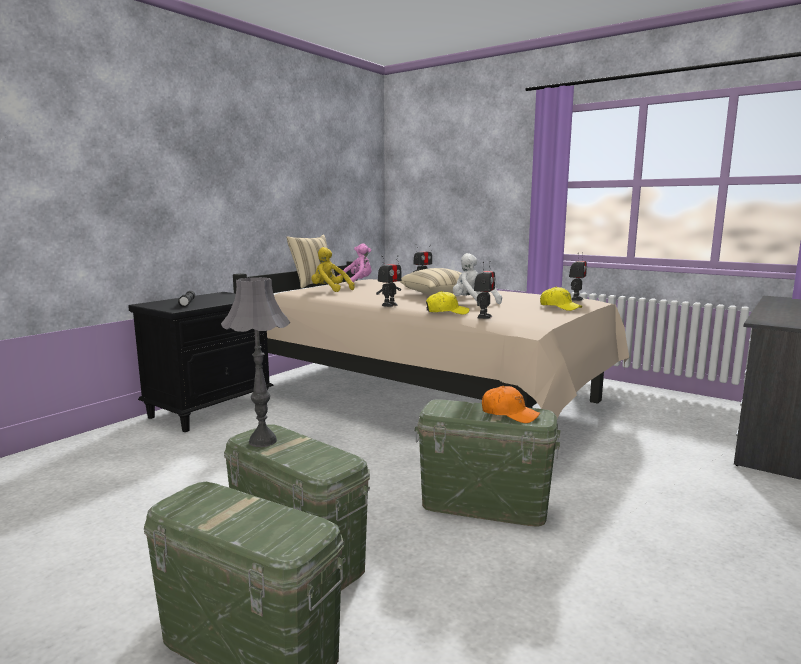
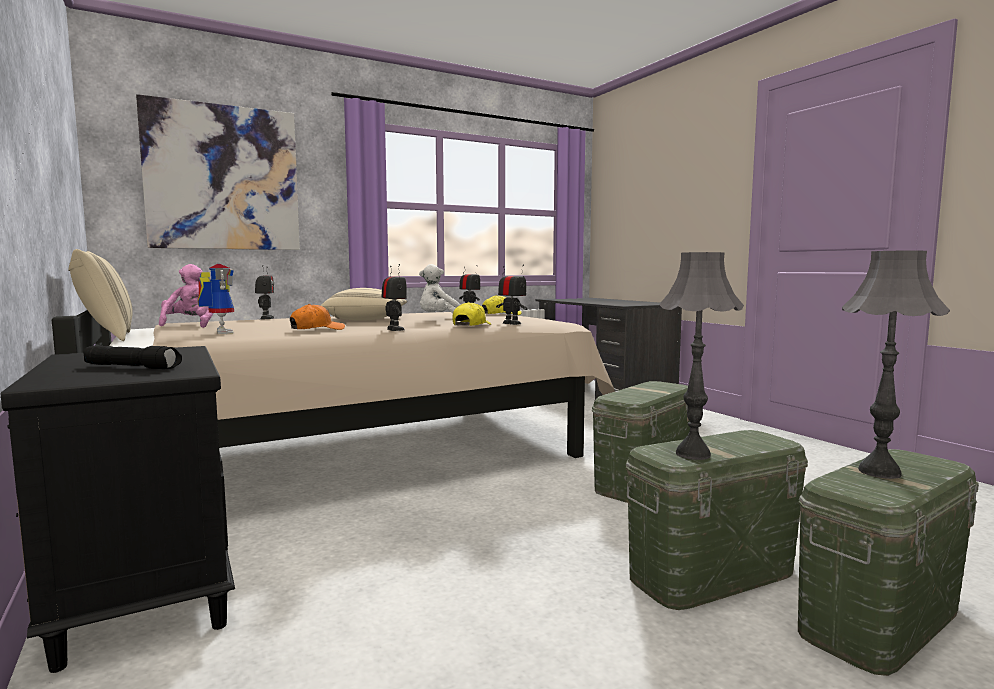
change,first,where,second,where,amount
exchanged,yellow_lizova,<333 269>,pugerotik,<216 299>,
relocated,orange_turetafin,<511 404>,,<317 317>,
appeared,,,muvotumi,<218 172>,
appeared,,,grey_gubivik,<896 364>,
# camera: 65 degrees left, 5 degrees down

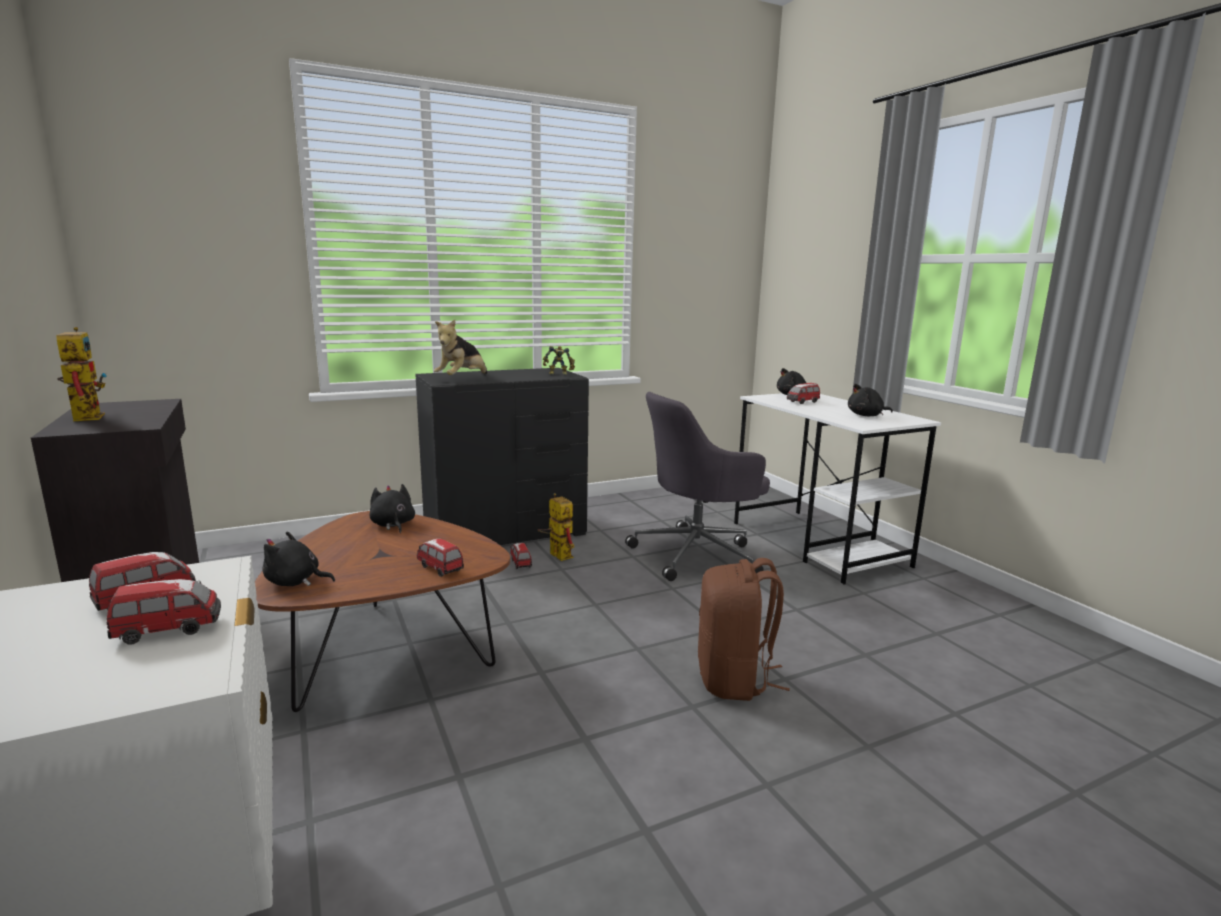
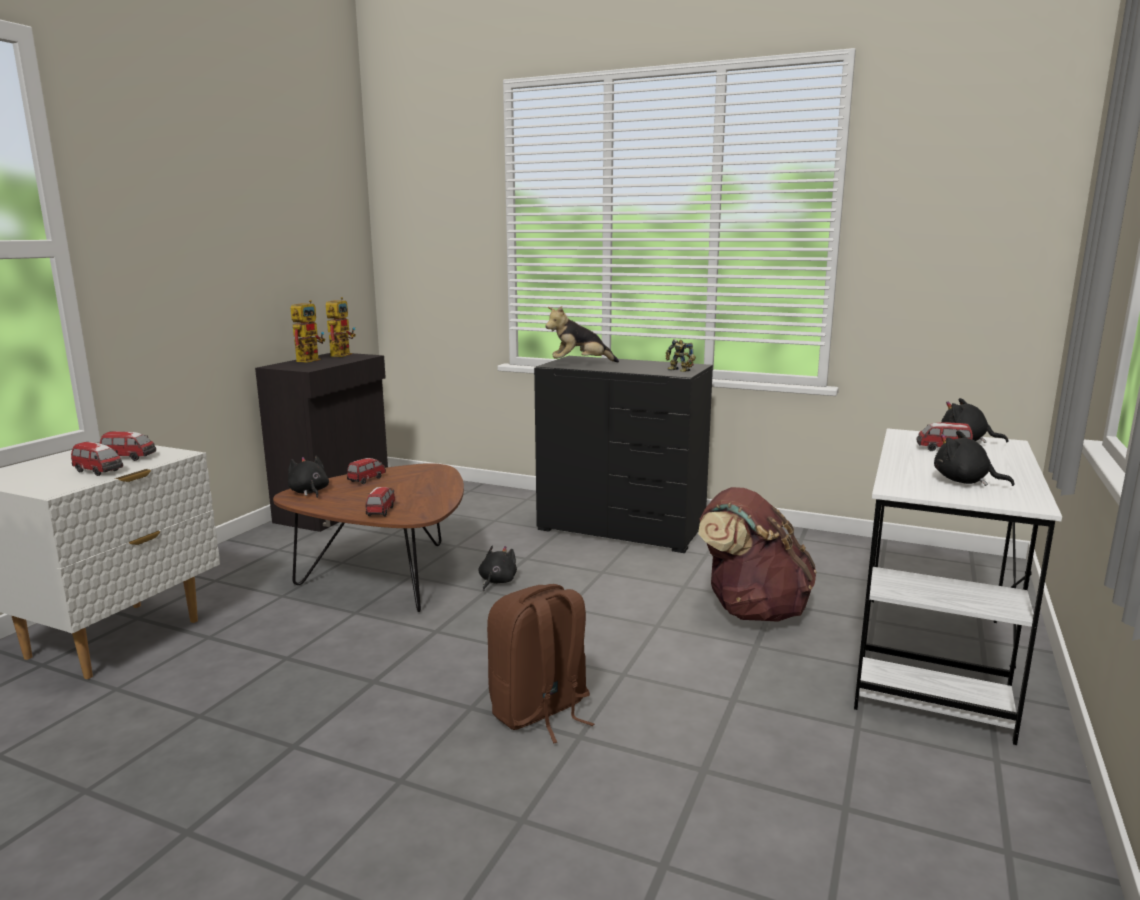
change,first,where,second,where,amount
exchanged,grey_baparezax,<697 486>,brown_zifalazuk,<757 554>,
relocated,black_lizova,<392 508>,,<497 568>,
relocated,pugerotik,<555 527>,,<341 327>,
relocated,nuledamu,<521 556>,,<366 471>,
# camera: 50 degrees right, 0 degrees up

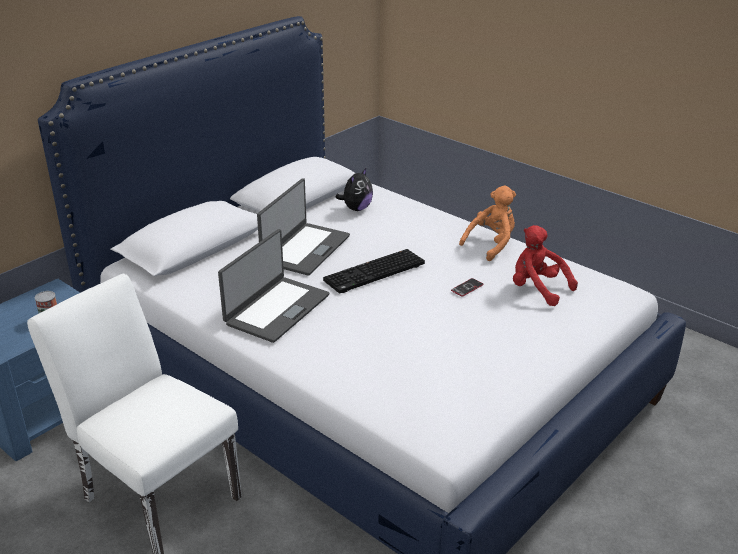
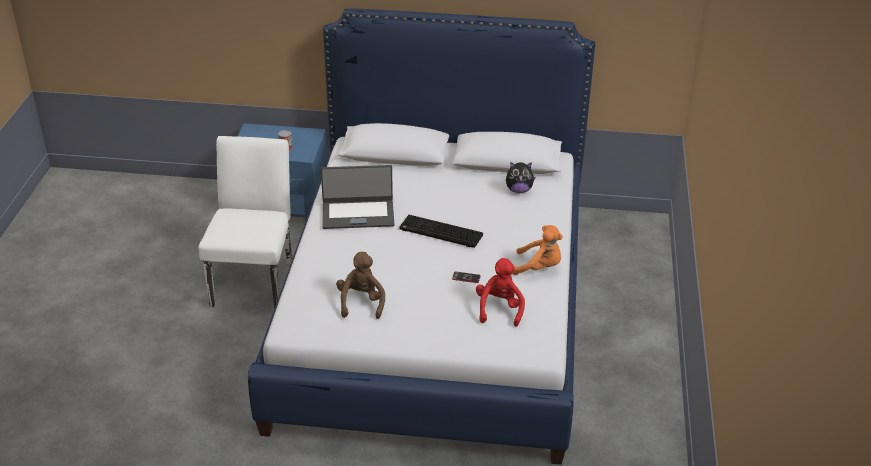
change,first,where,second,where,amount
missing,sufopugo,<303 227>,,,
appeared,,,brown_lizova,<360 285>,
# camera: 55 degrees right, 5 degrees up

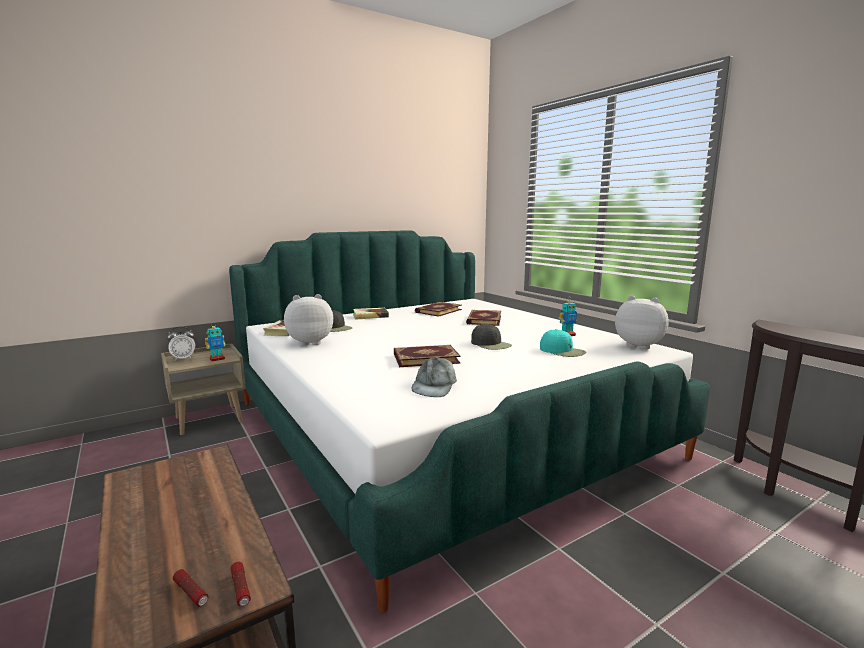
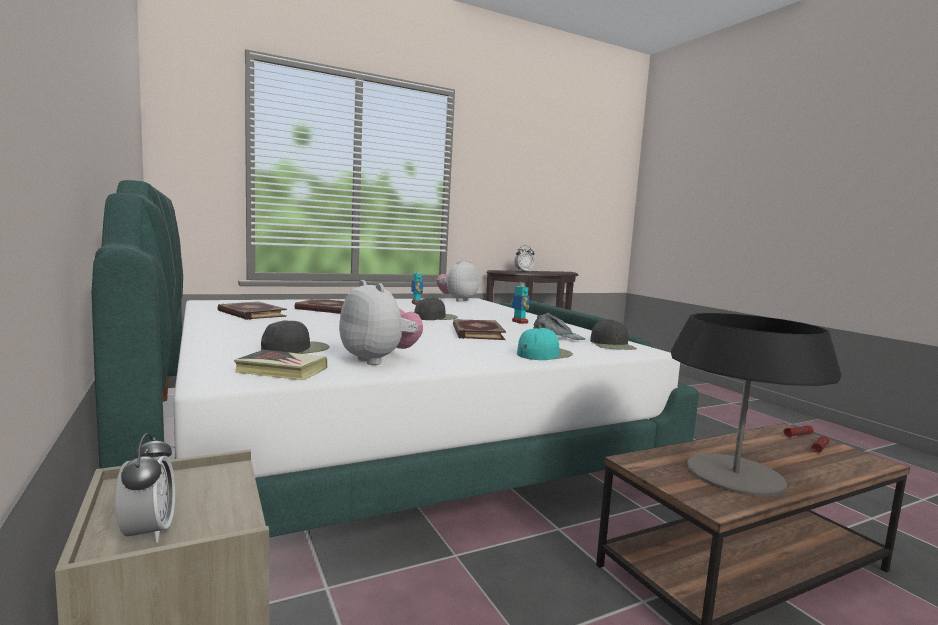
change,first,where,second,where,amount
spun,lizova,<308 320>,,<381 322>,150 degrees clockwise
missing,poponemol,<371 314>,,,
relocated,pugerotik,<215 343>,,<520 302>,
relocated,turquoise_turetafin,<563 343>,,<545 344>,
appeared,,,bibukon,<524 258>,
appeared,,,gubivik,<756 404>,
appeared,,,black_turetafin,<613 334>,
# camera: 85 degrees left, 5 degrees down

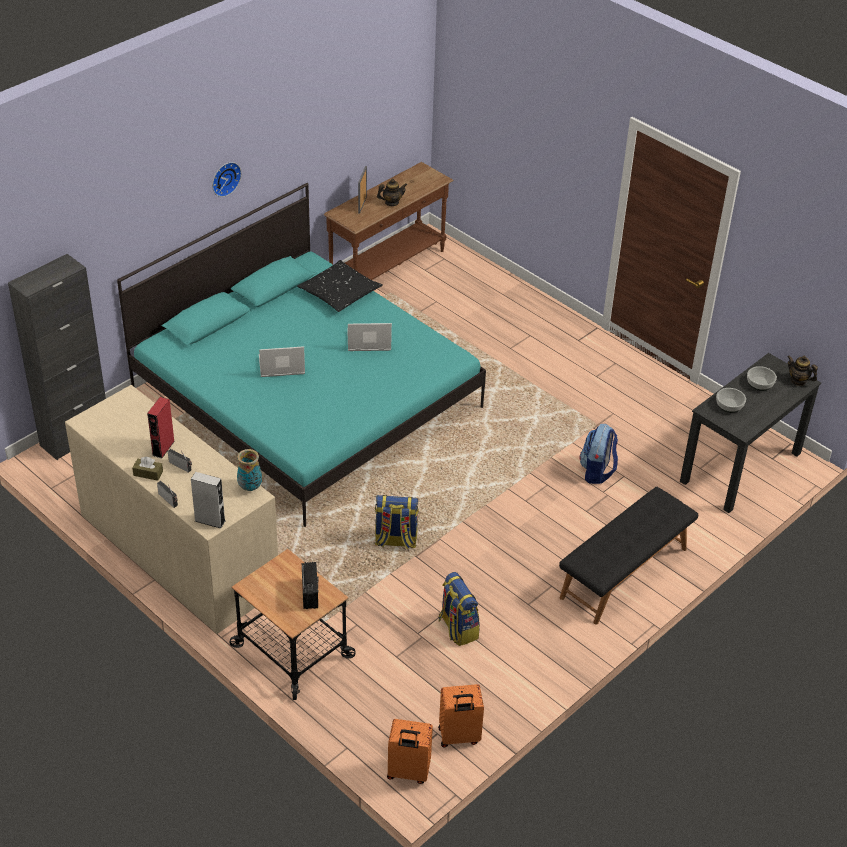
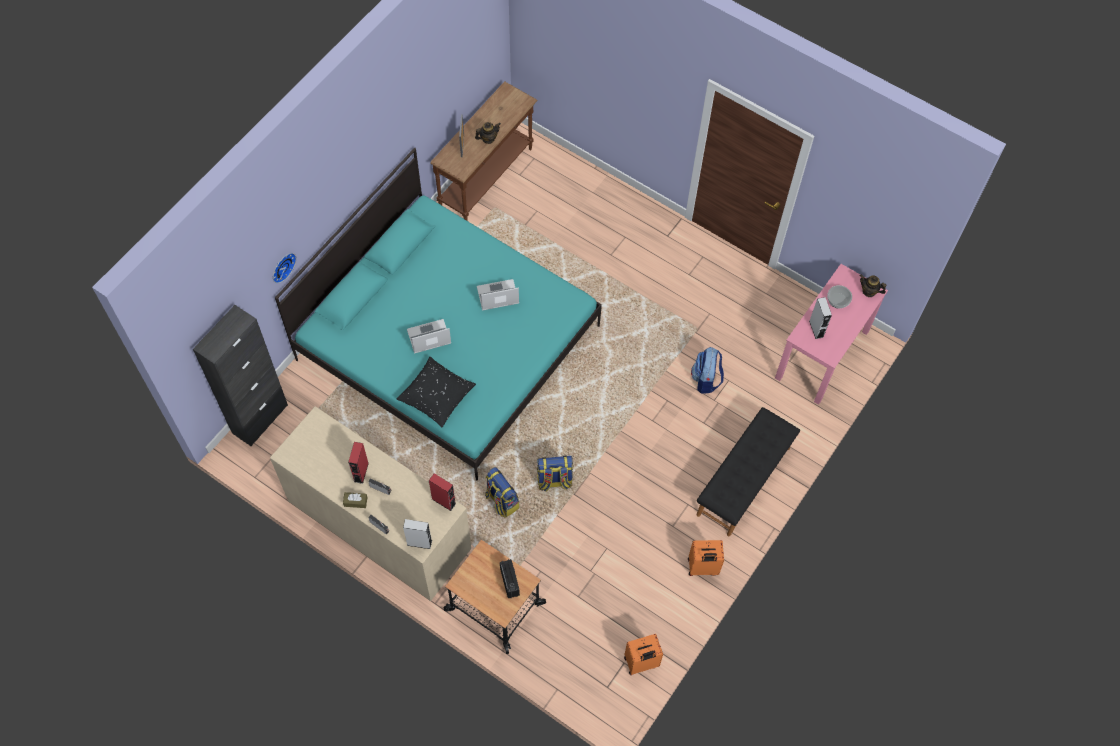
change,first,where,second,where,amount
relocated,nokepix,<227 179>,,<284 268>,
relocated,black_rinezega,<339 286>,,<436 391>,
colour,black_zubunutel,<750 433>,pink_zubunutel,<831 334>,
exchanged,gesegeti,<731 400>,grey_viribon,<820 318>,
exchanged,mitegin,<249 470>,red_viribon,<442 492>,
relocated,zifalazuk,<459 609>,,<502 492>,
relocated,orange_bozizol,<410 751>,,<706 558>,
# camera: 10 degrees left, 20 degrees up

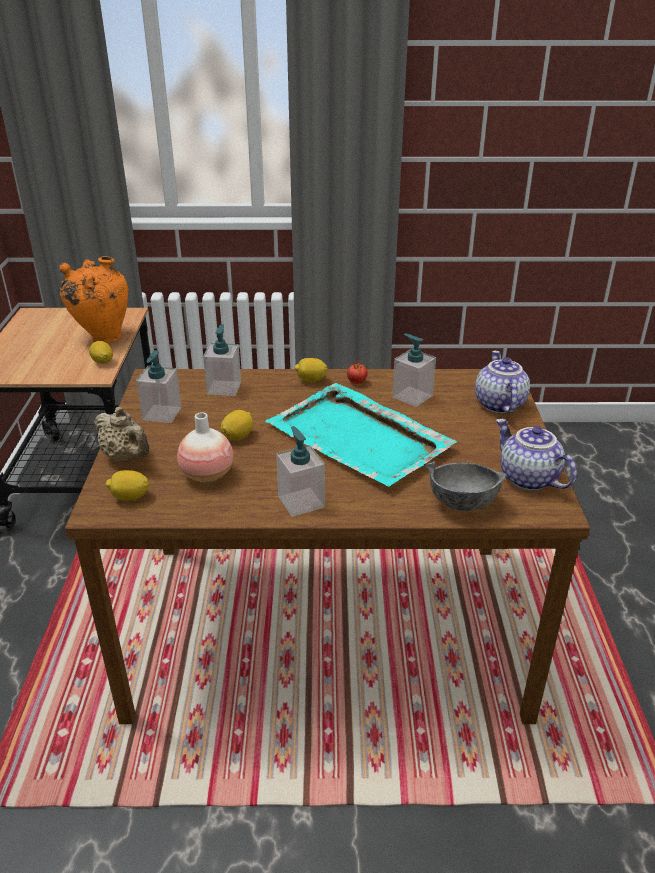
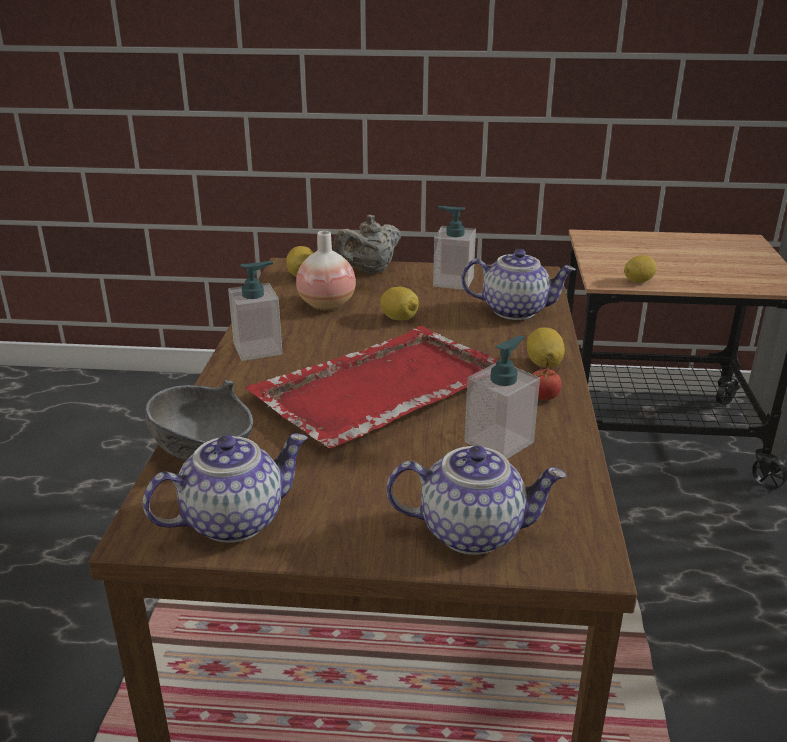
change,first,where,second,where,amount
missing,orange_mitegin,<94 300>,,,
exchanged,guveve,<222 360>,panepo,<518 284>,
colour,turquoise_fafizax,<361 435>,red_fafizax,<372 387>,
# camera: 95 degrees right, 5 degrees down

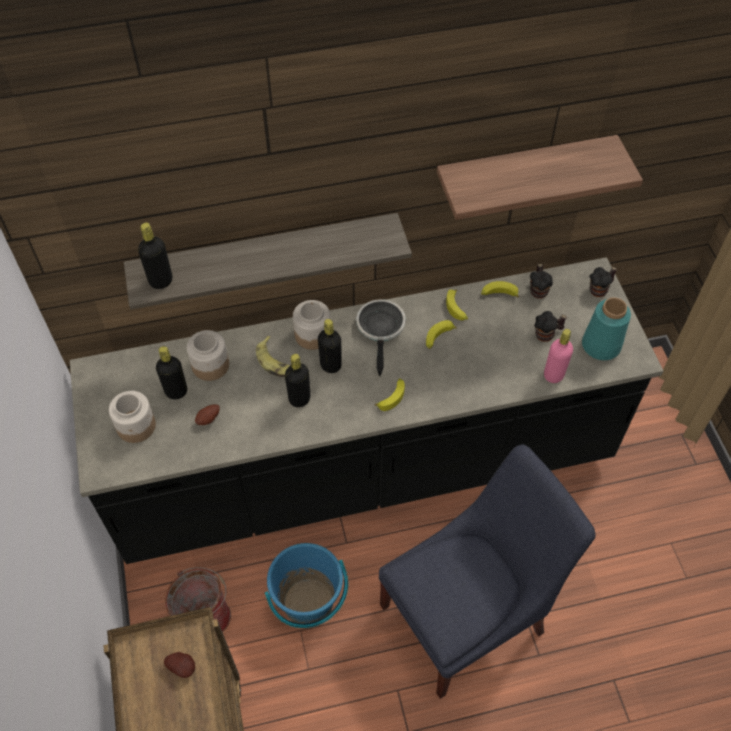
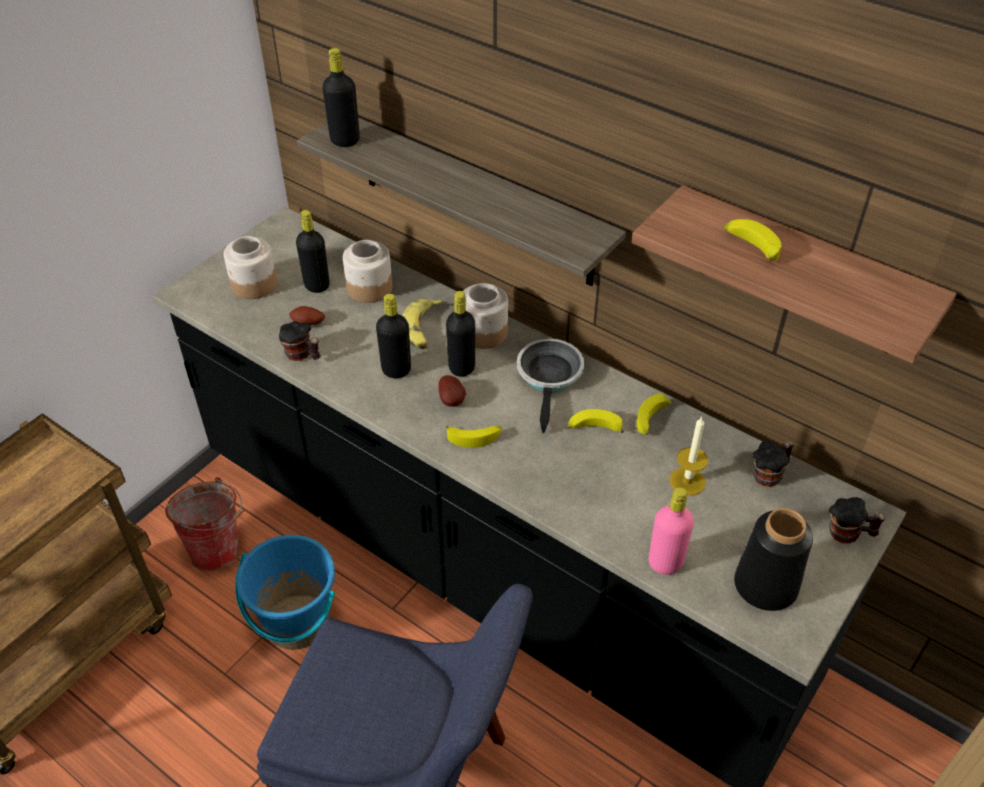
change,first,where,second,where,amount
relocated,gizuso,<500 289>,,<752 240>,
colour,turquoise_mitegin,<606 328>,black_mitegin,<773 559>,
spun,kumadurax,<381 337>,,<550 386>,45 degrees counterclockwise
relocated,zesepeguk,<550 326>,,<300 341>,
relocated,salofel,<179 665>,,<452 391>,
appeared,,,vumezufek,<689 456>,
# camera: 50 degrees right, 10 degrees down

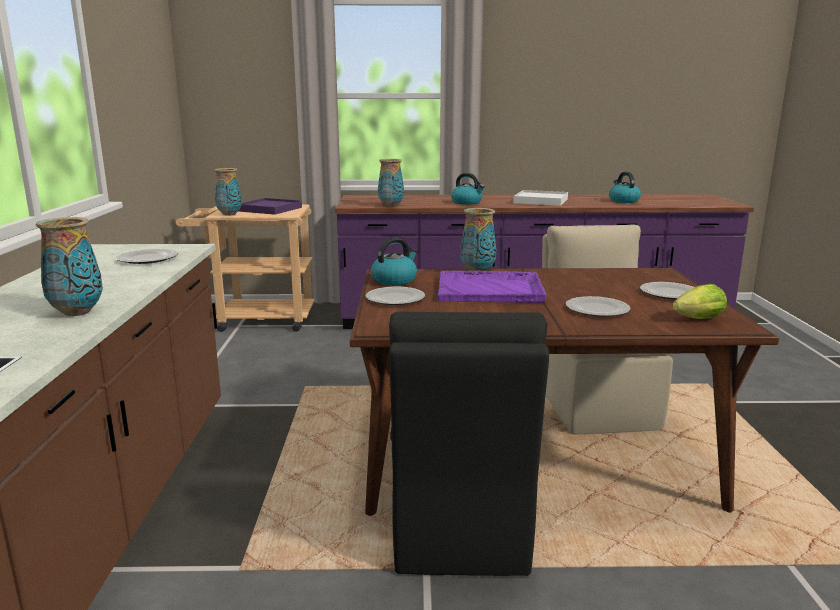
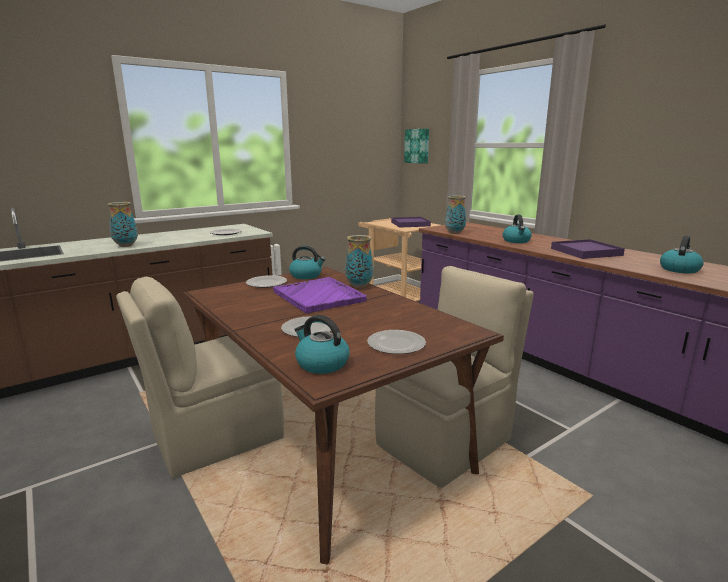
change,first,where,second,where,amount
missing,mitegin,<228 192>,,,
colour,white_fafizax,<540 198>,purple_fafizax,<588 249>,
exchanged,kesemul,<699 301>,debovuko,<322 344>,
colour,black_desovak,<469 444>,beige_desovak,<200 377>,
appeared,,,muvotumi,<416 146>,
# camera: 55 degrees right, 0 degrees up

